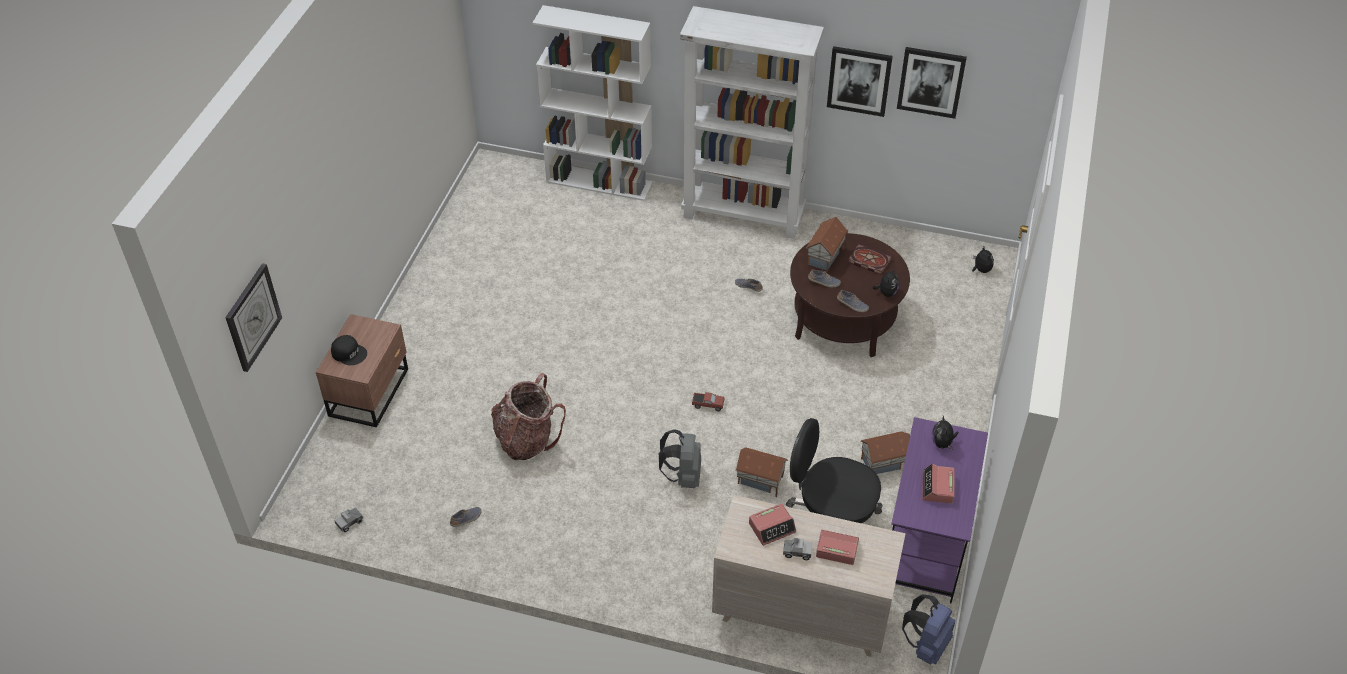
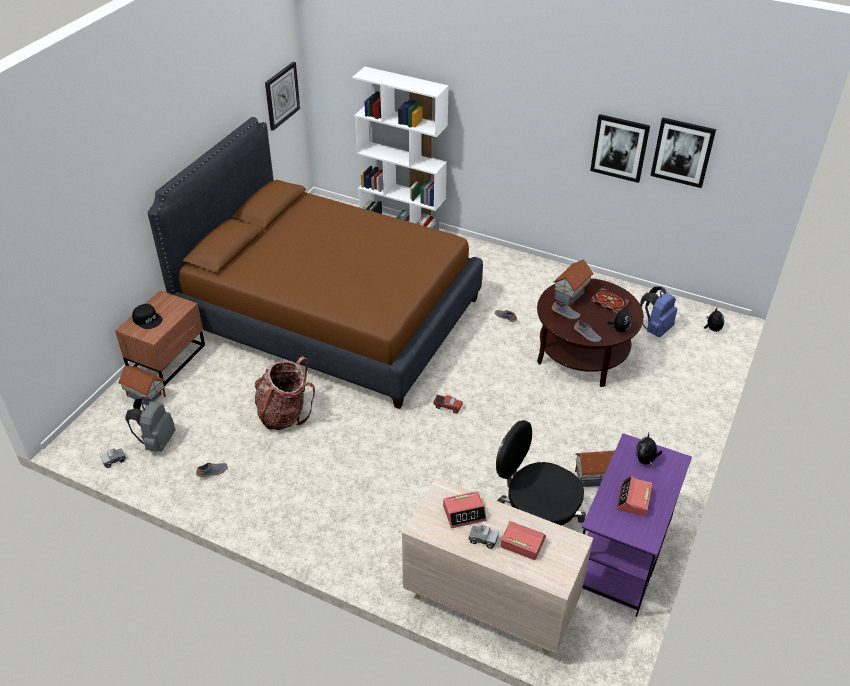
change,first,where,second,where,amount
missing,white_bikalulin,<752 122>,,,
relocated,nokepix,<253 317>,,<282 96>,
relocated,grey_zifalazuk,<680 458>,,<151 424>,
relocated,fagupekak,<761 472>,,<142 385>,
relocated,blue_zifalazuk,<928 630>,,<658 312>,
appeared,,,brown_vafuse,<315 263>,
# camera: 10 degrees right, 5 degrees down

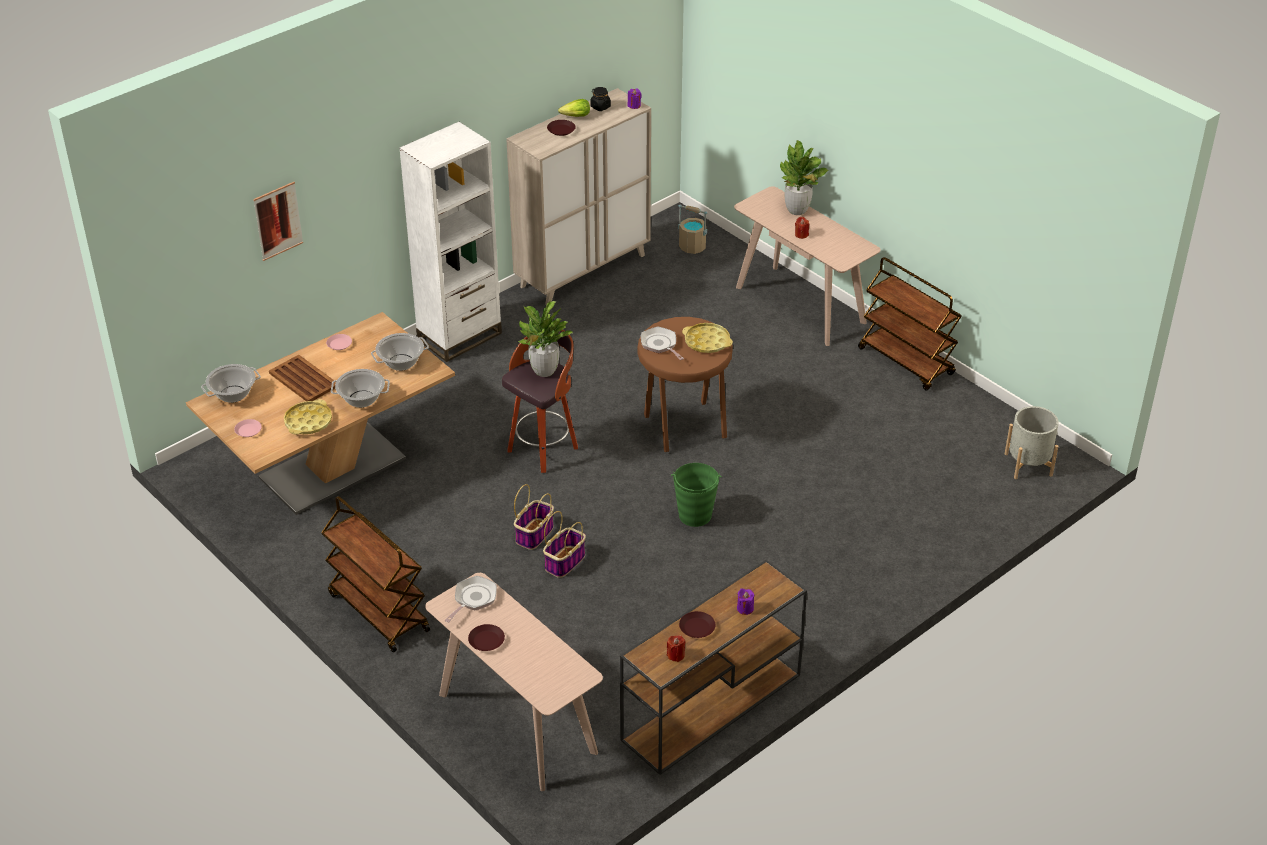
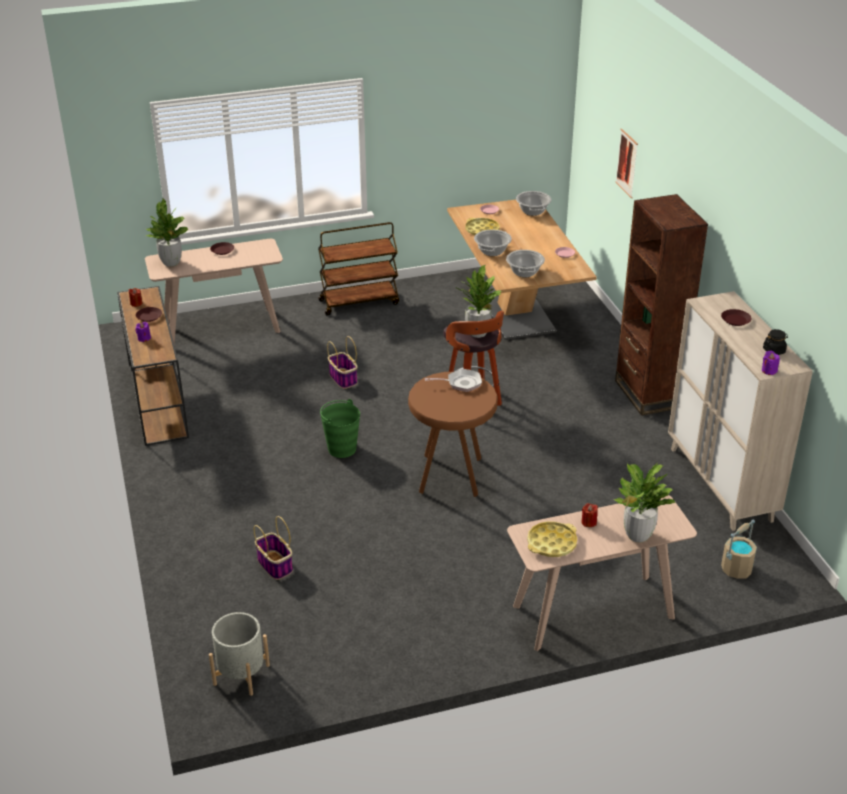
change,first,where,second,where,amount
missing,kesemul,<574 108>,,,
colour,white_bikalulin,<450 242>,brown_bikalulin,<661 305>,
missing,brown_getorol,<910 323>,,,
relocated,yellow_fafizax,<707 338>,,<552 539>,
missing,brown_fafizax,<302 378>,,,
relocated,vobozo,<534 517>,,<273 548>,
missing,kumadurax,<471 599>,,,
appeared,,,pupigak,<167 233>,
# camera: 115 degrees right, 5 degrees down

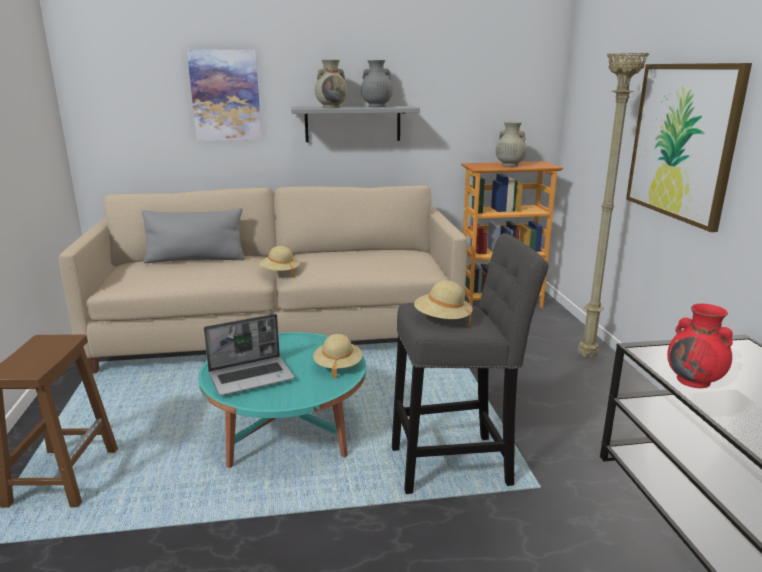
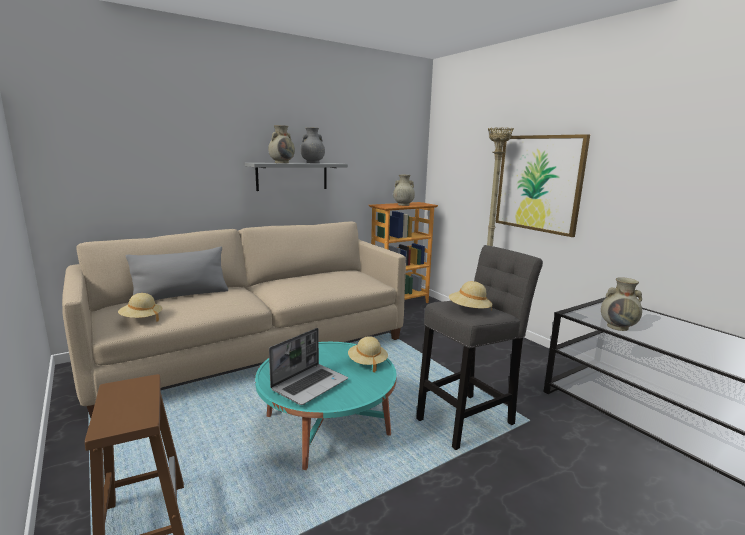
change,first,where,second,where,amount
missing,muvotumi,<224 95>,,,
relocated,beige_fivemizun,<279 261>,,<140 307>,
colour,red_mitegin,<700 345>,beige_mitegin,<621 304>,
# camera: 25 degrees left, 5 degrees down

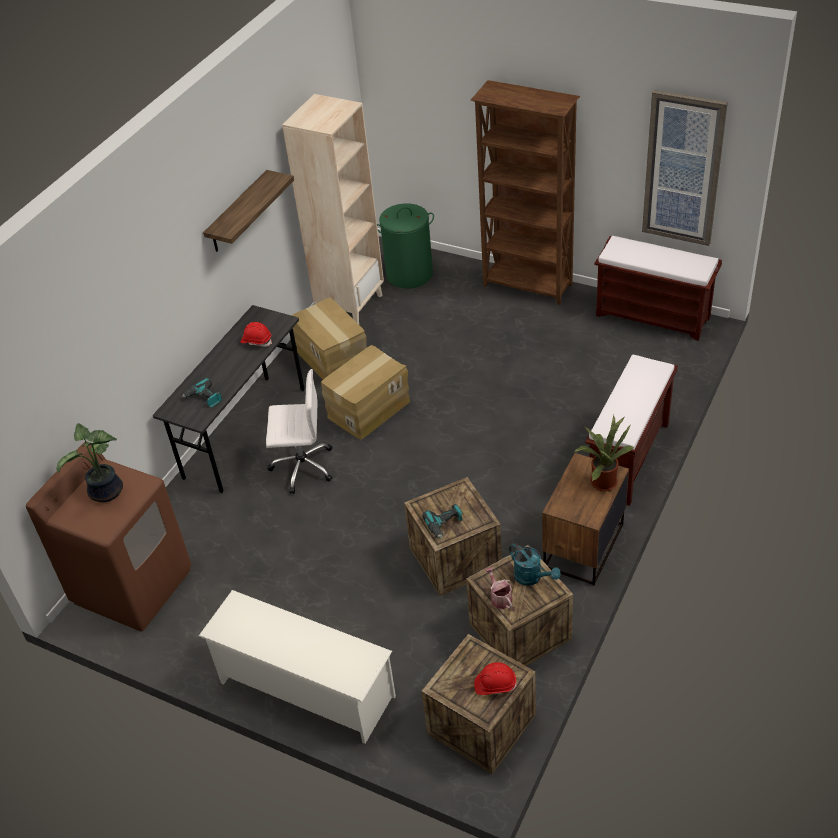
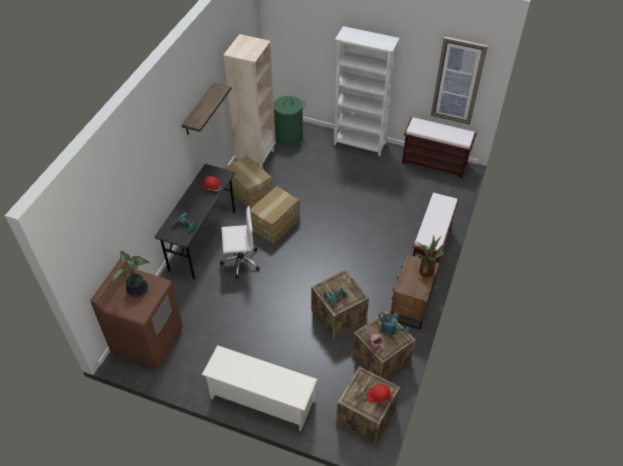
change,first,where,second,where,amount
colour,brown_bikalulin,<525 192>,white_bikalulin,<366 91>,
# camera: 10 degrees left, 5 degrees up

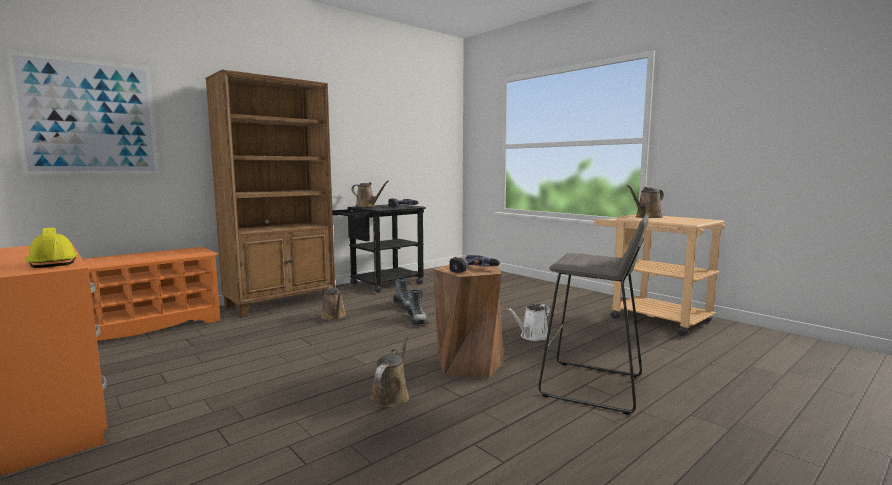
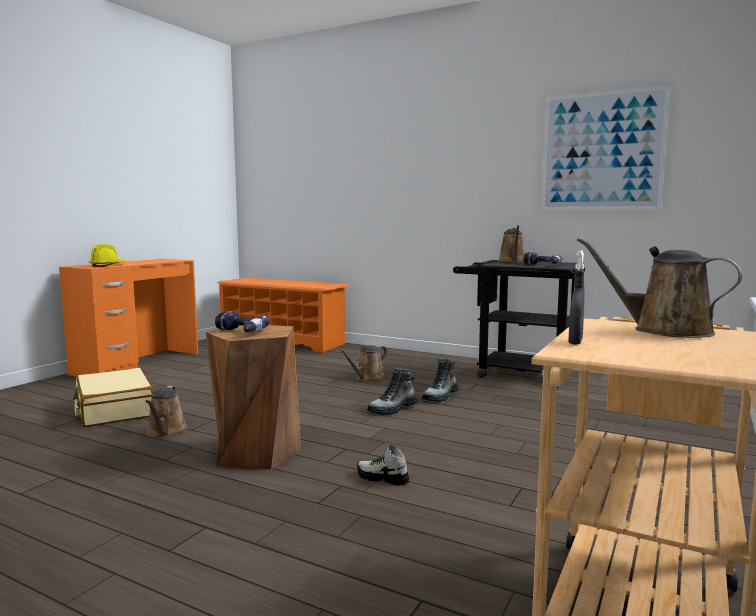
change,first,where,second,where,amount
relocated,muvotumi,<82 112>,,<605 148>,
missing,brown_bikalulin,<270 193>,,,
missing,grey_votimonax,<593 314>,,,
exchanged,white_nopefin,<529 322>,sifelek,<383 465>,
spun,brown_nopefin,<390 369>,,<166 412>,90 degrees clockwise
appeared,,,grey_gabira,<576 297>,
appeared,,,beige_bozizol,<113 397>,
# camera: 70 degrees right, 0 degrees up

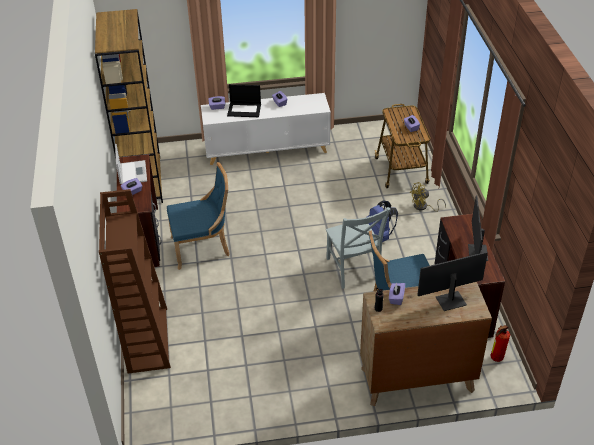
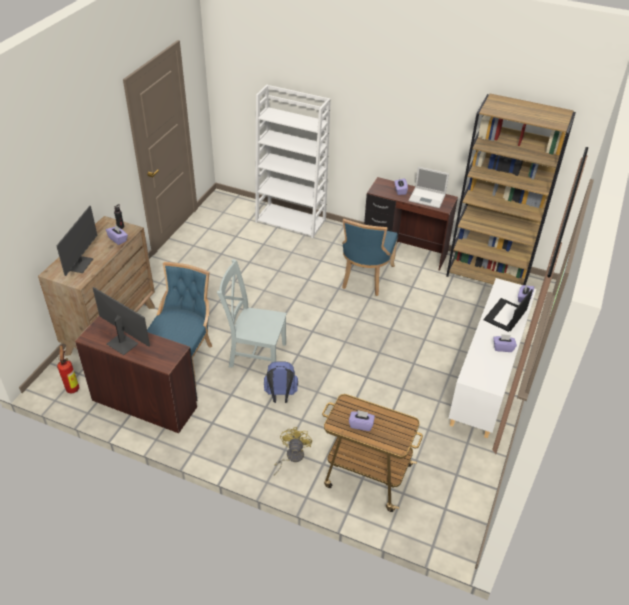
change,first,where,second,where,amount
colour,brown_bikalulin,<135 281>,white_bikalulin,<293 161>,
# camera: 120 degrees right, 0 degrees up

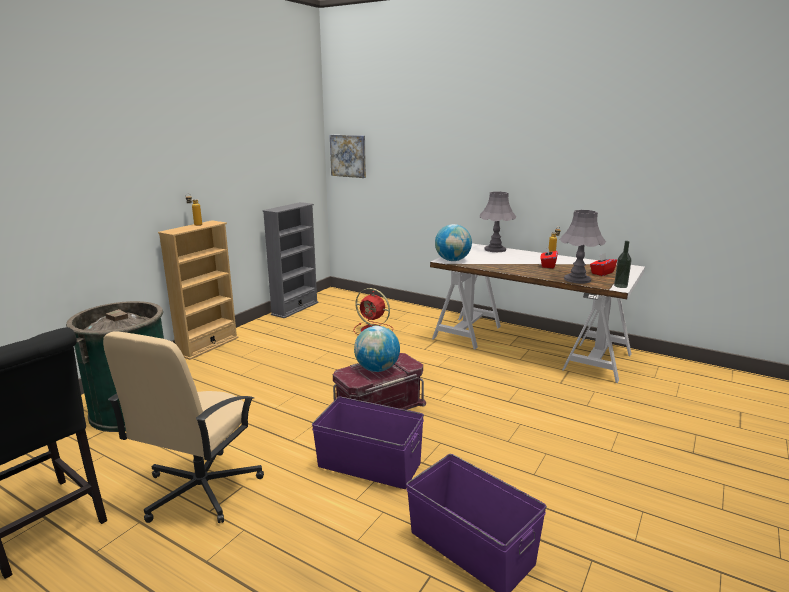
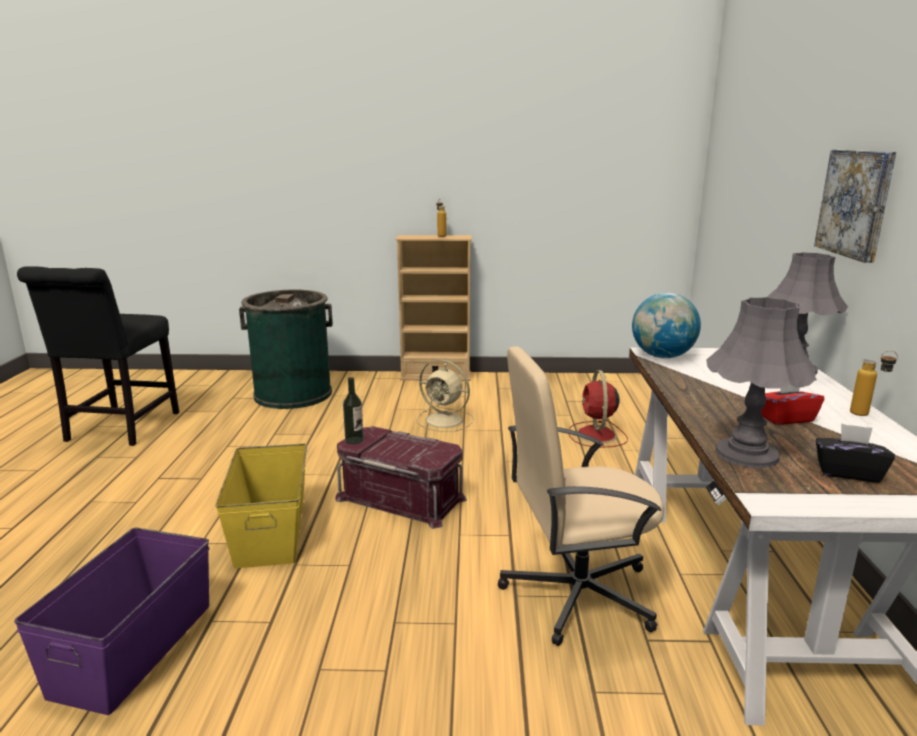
change,first,where,second,where,amount
relocated,muvotumi,<348 156>,,<855 206>,
missing,grey_bikalulin,<291 260>,,,
relocated,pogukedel,<623 264>,,<353 410>,
colour,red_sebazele,<603 264>,black_sebazele,<855 453>,
missing,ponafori,<377 349>,,,
relocated,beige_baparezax,<183 427>,,<580 496>,
colour,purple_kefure,<368 443>,yellow_kefure,<261 505>,
appeared,,,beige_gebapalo,<445 395>,
# camera: 60 degrees right, 0 degrees up

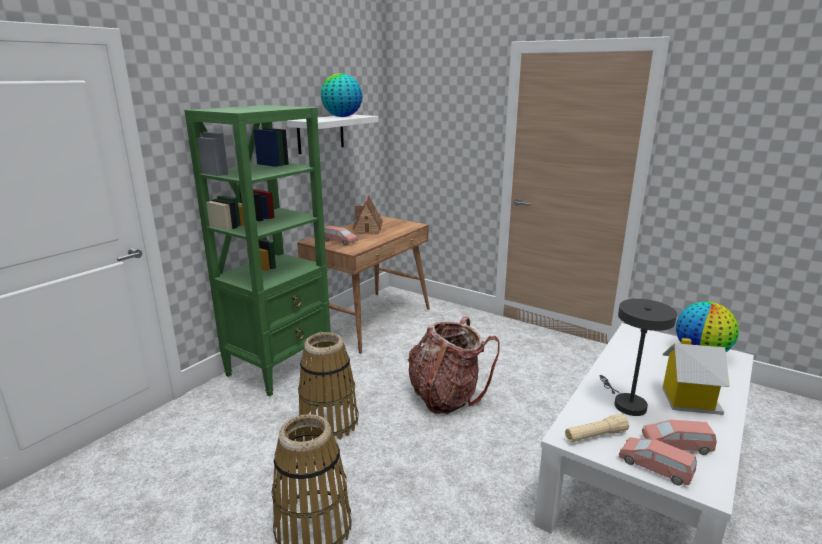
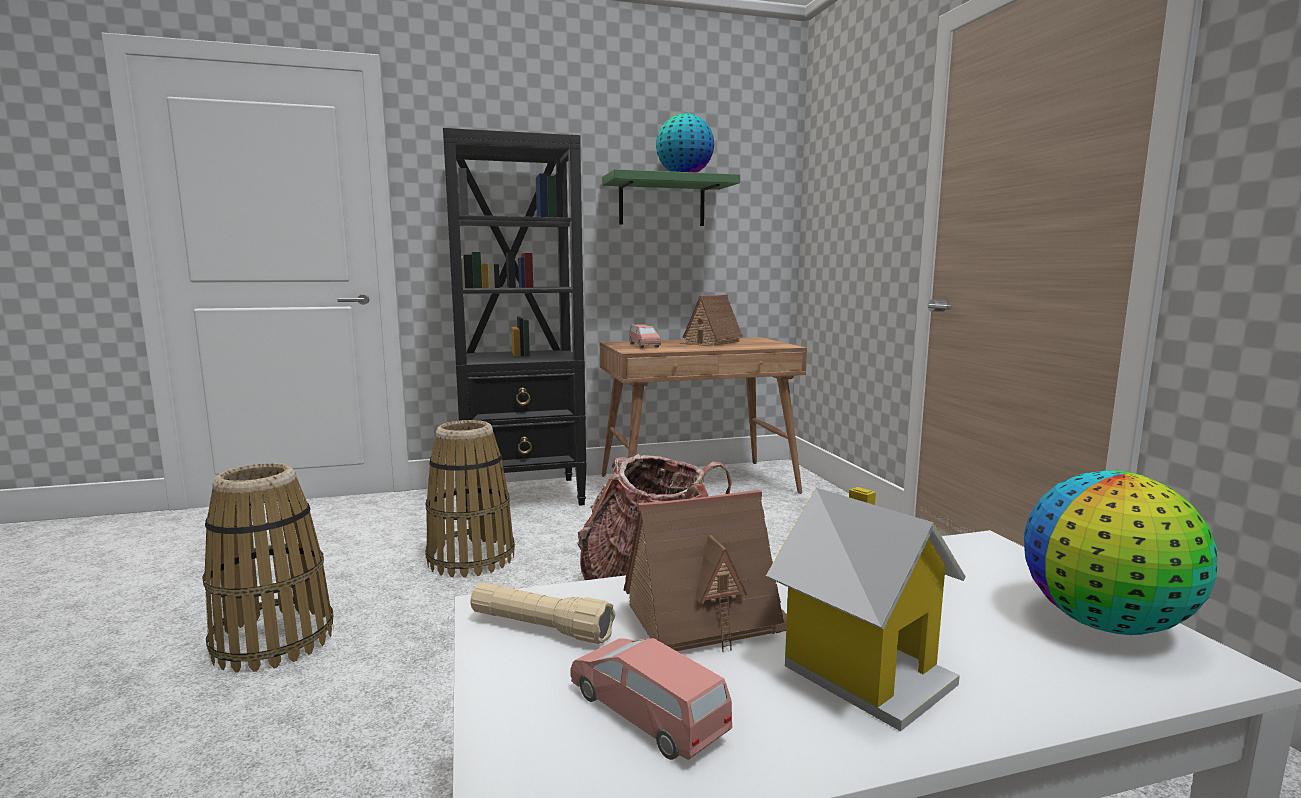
change,first,where,second,where,amount
colour,green_bikalulin,<257 250>,black_bikalulin,<515 320>,
colour,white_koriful,<333 134>,green_koriful,<671 197>,
exchanged,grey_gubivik,<638 357>,fagupekak,<705 571>,
missing,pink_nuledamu,<658 461>,,,
# camera: 40 degrees right, 10 degrees down

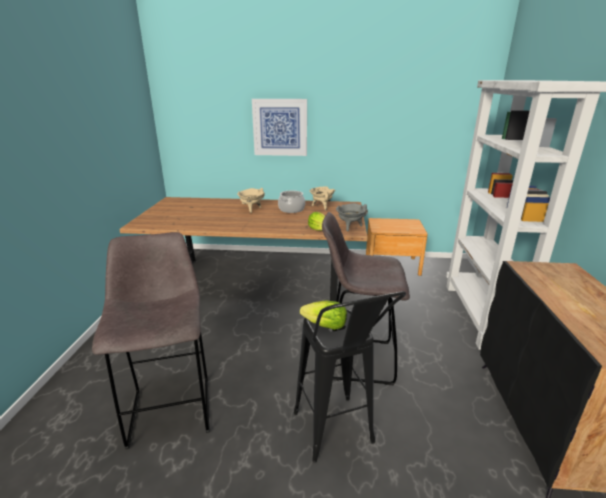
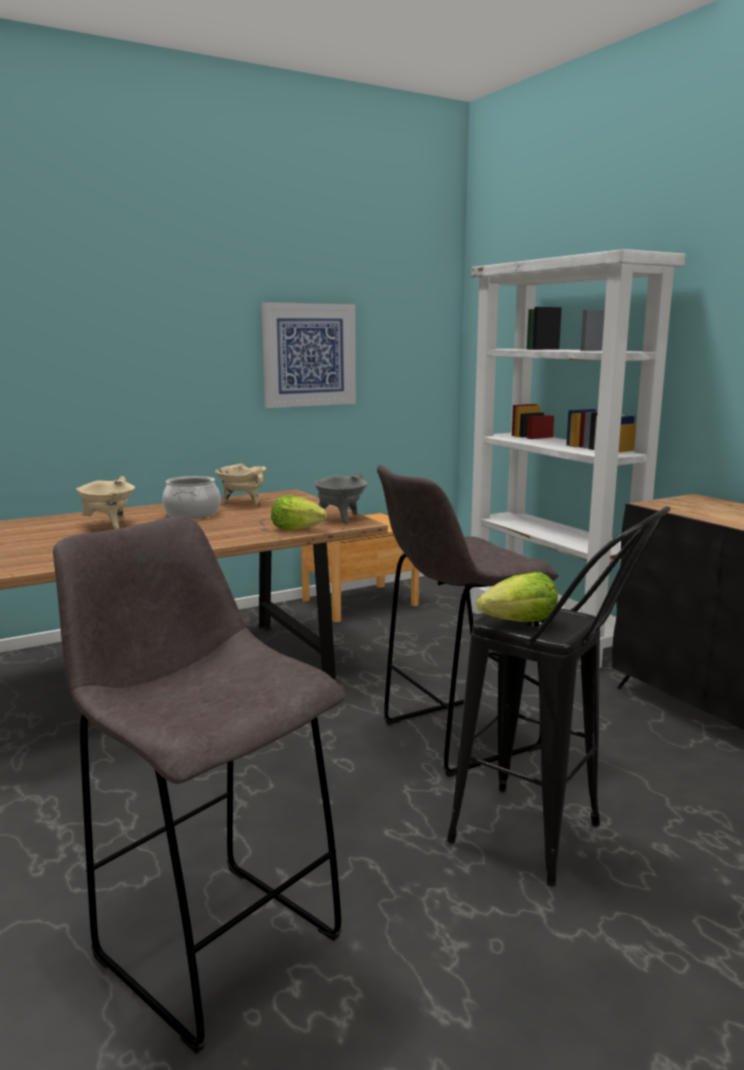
change,first,where,second,where,amount
relocated,muvotumi,<279 127>,,<308 355>,
# camera: 35 degrees left, 10 degrees down

